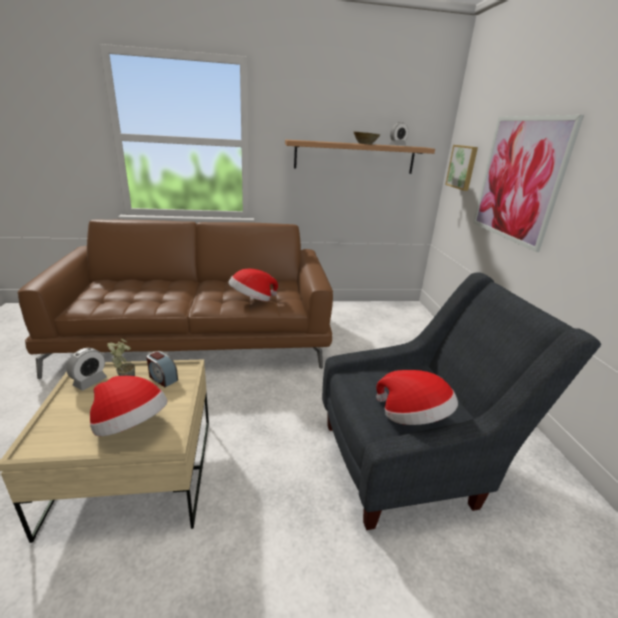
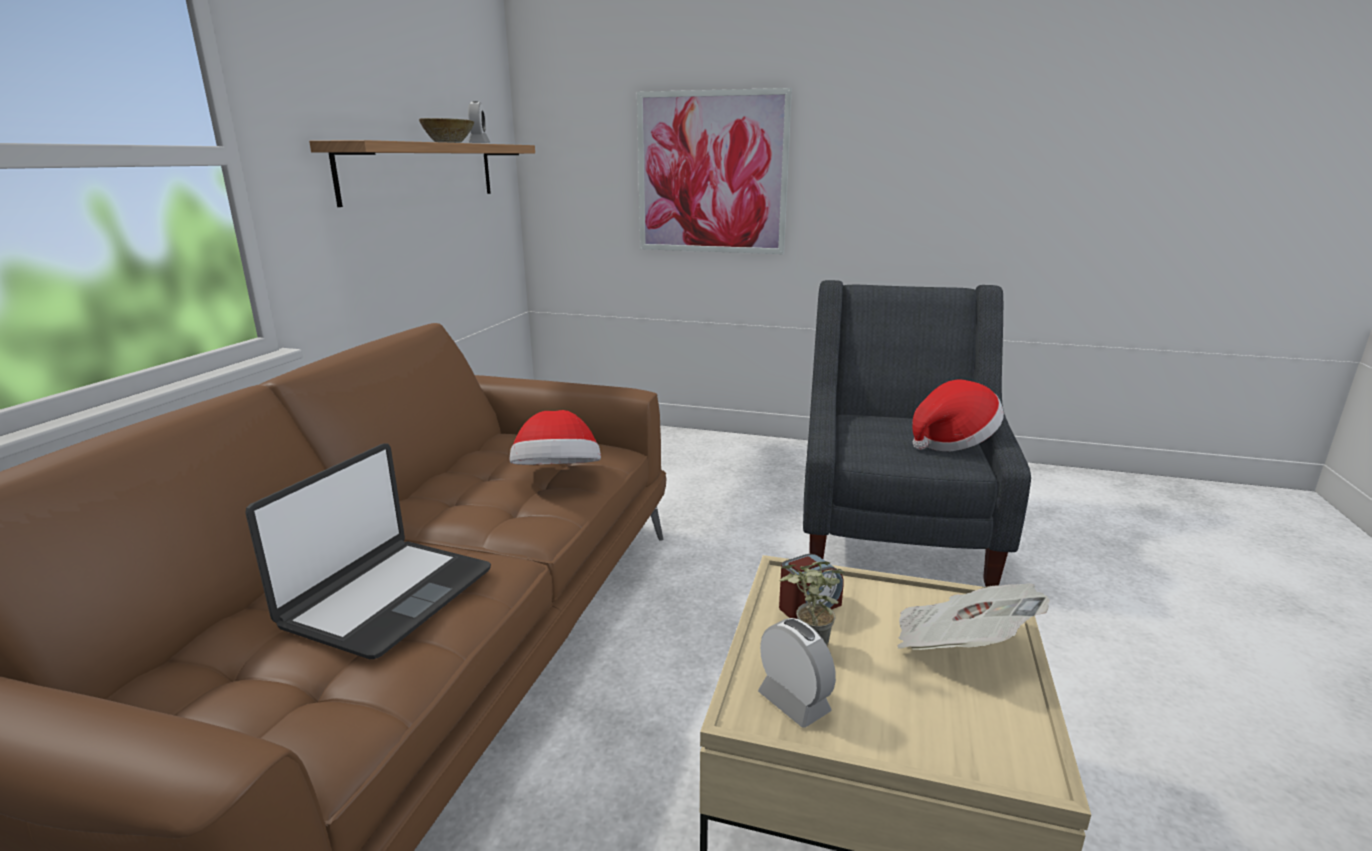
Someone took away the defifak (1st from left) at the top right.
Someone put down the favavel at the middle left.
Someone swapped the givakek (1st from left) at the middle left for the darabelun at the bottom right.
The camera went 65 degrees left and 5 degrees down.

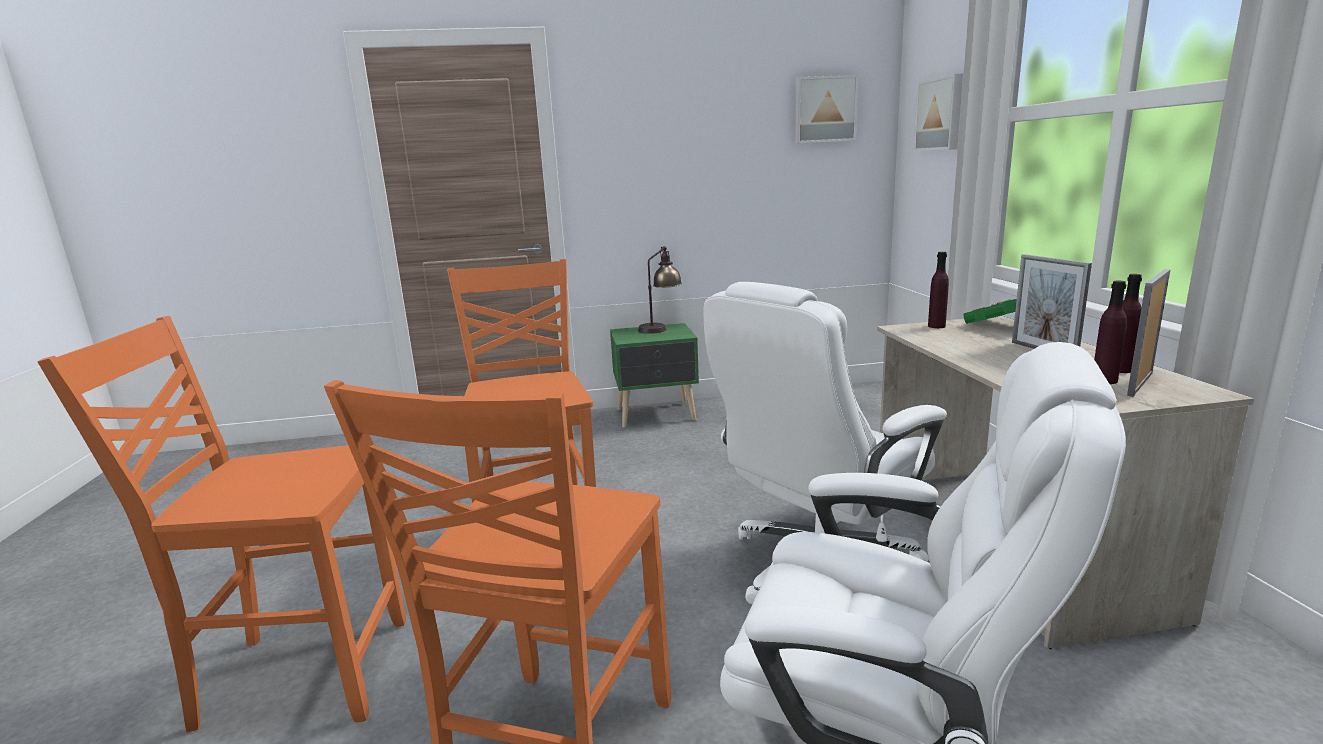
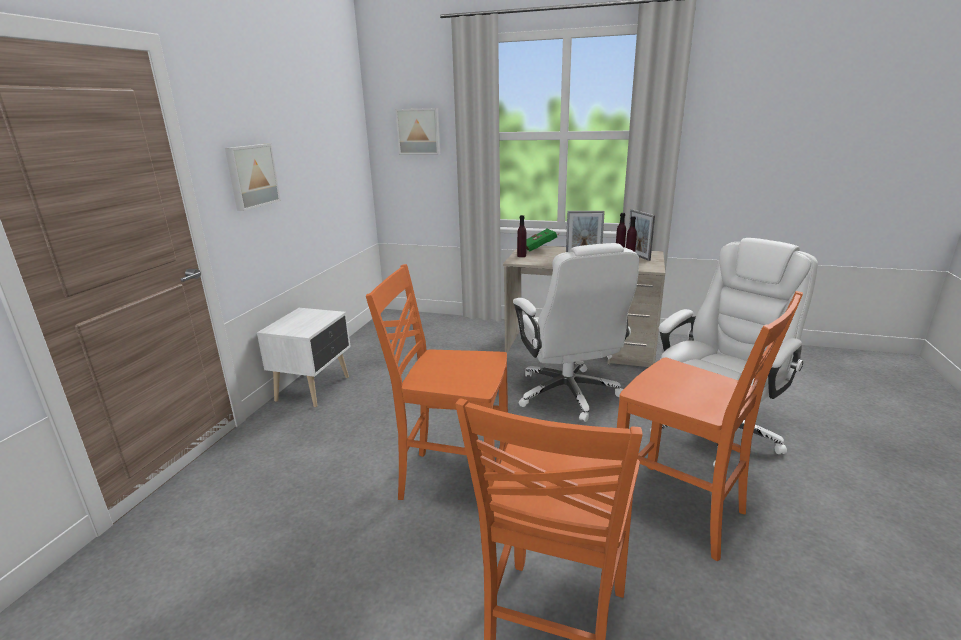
Someone took away the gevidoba at the centre.
Someone carried the defifak (1st from left) from the top centre to the top left.
Someone repainted the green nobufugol at the centre, which became the white nobufugol at the middle left.
The camera went 65 degrees left and 5 degrees up.

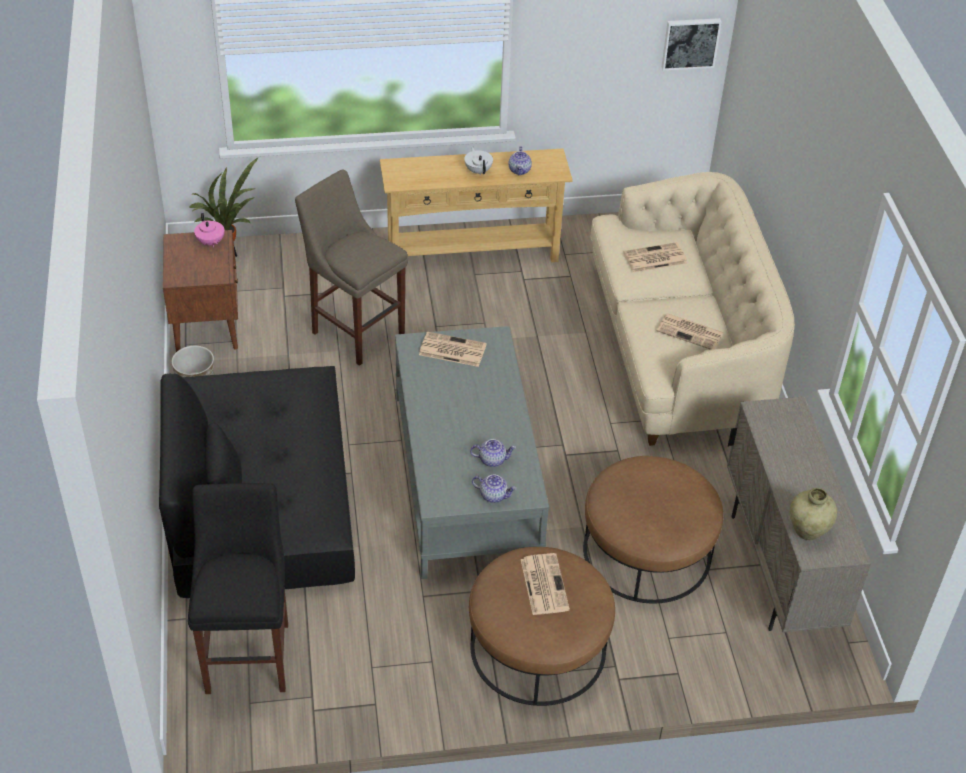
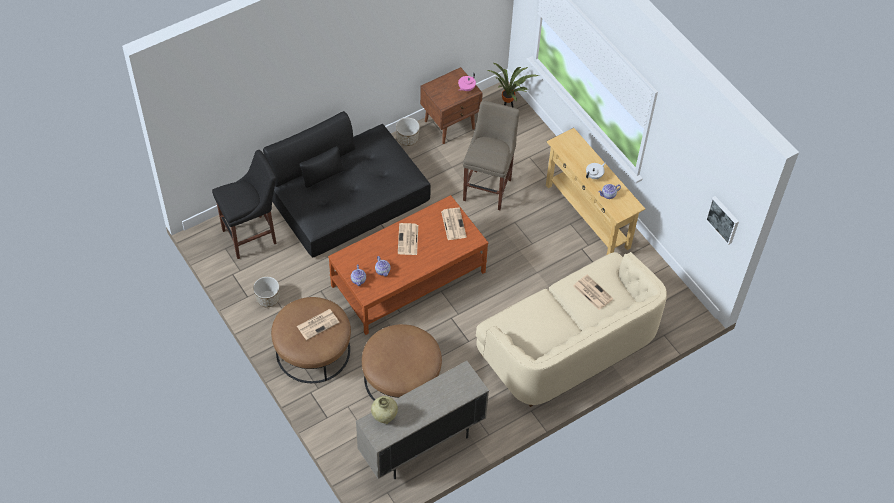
Someone put down the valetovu (1st from left) at the middle left.
Someone carried the darabelun (4th from left in the first image) from the middle right to the centre.
Someone repainted the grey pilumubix at the centre, which became the brown pilumubix at the centre.
The camera went 65 degrees right and 10 degrees up.

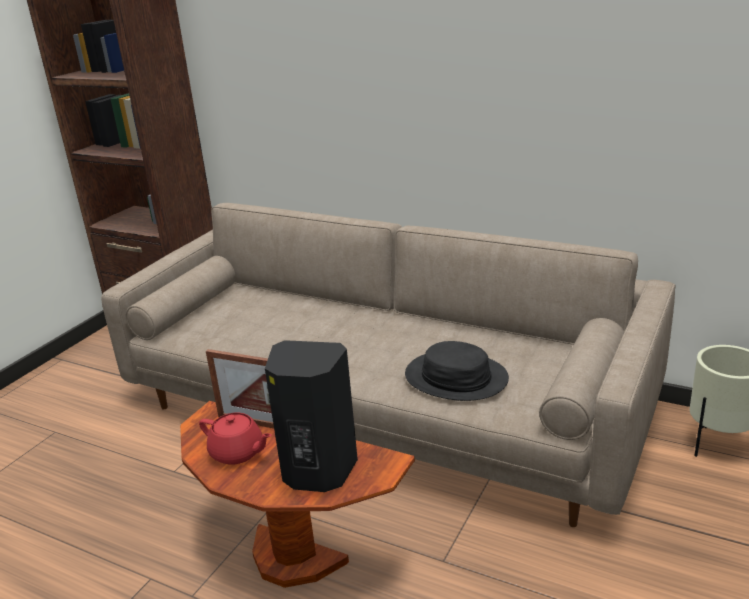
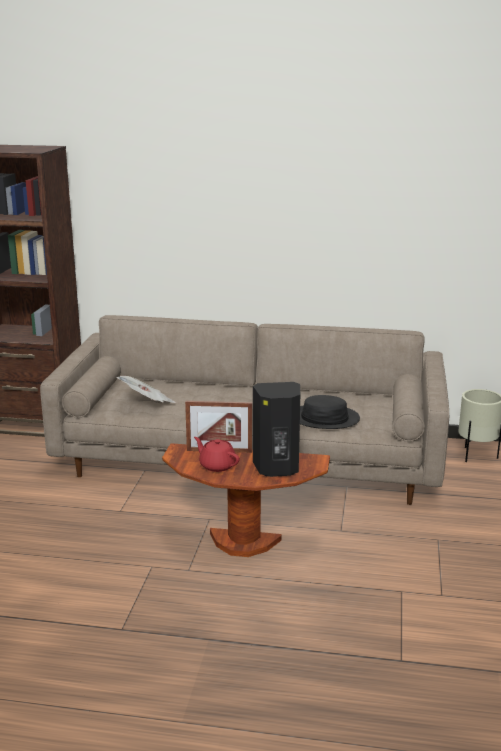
Someone put down the darabelun at the middle left.
Someone rotated the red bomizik at the bottom left by 150 degrees counterclockwise.
The camera went 20 degrees left and 5 degrees down.

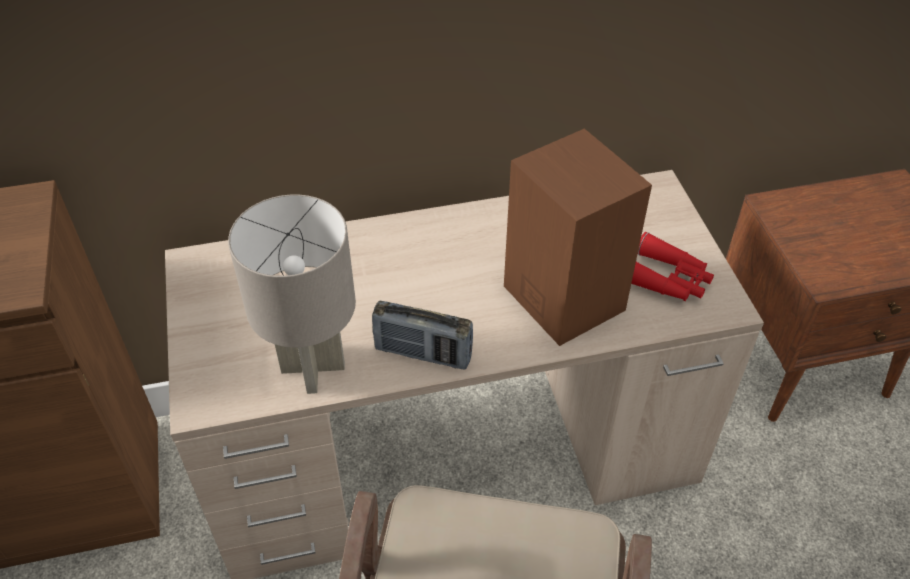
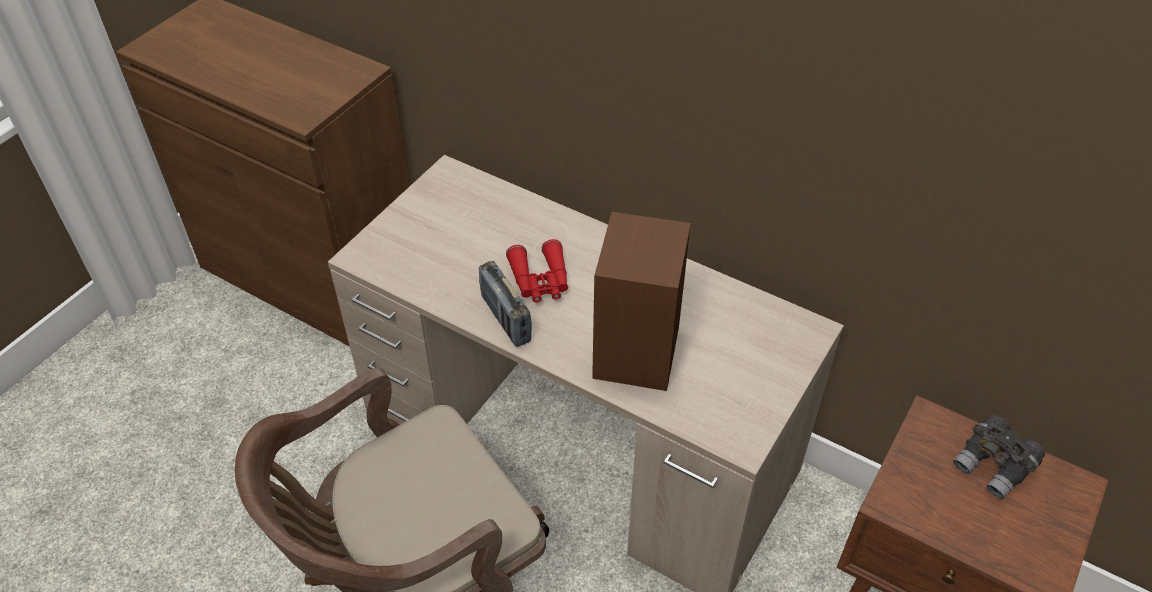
Someone took away the grey gevidoba at the middle left.
Someone put down the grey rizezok at the bottom right.
Someone carried the red rizezok from the middle right to the centre.
The camera went 45 degrees right and 0 degrees up.

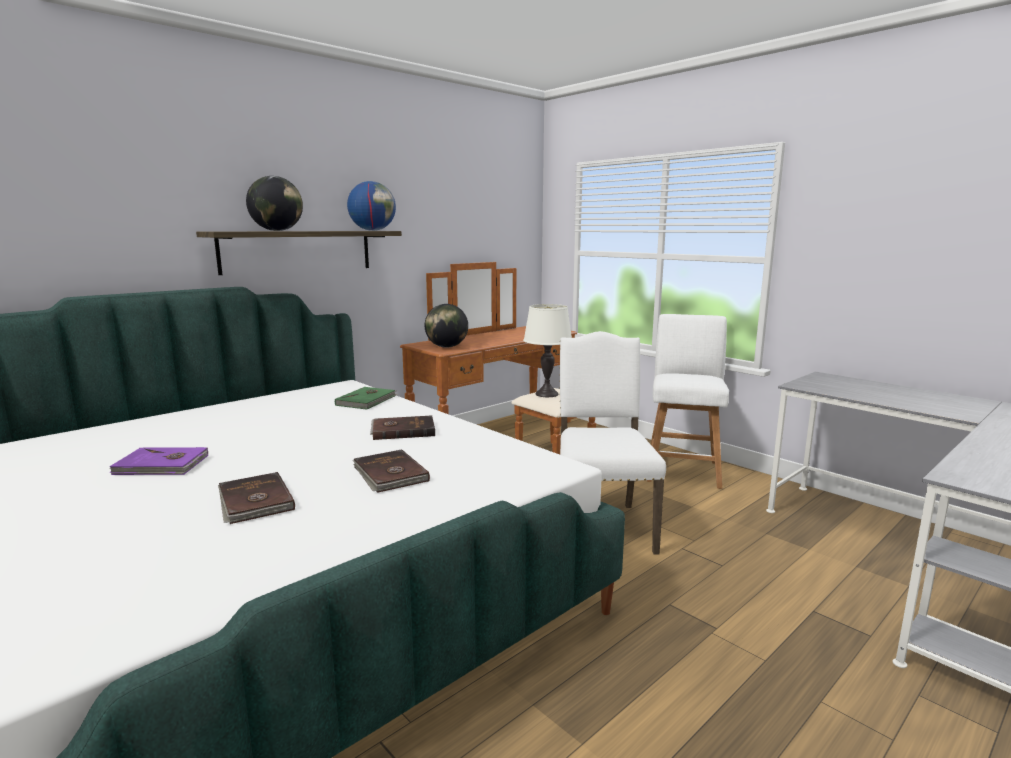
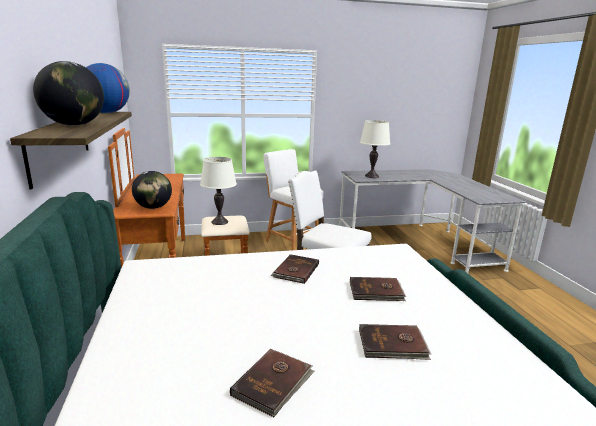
Someone took away the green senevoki at the centre.
Someone put down the white gevidoba (2nd from left) at the centre.
Someone repainted the purple senevoki at the middle left, which became the brown senevoki (1st from left) at the bottom centre.
The camera went 60 degrees left and 5 degrees up.

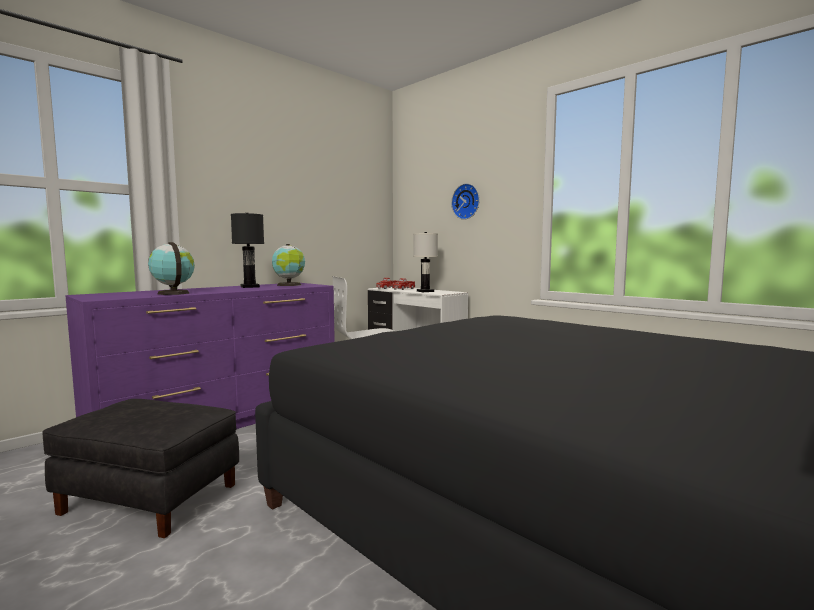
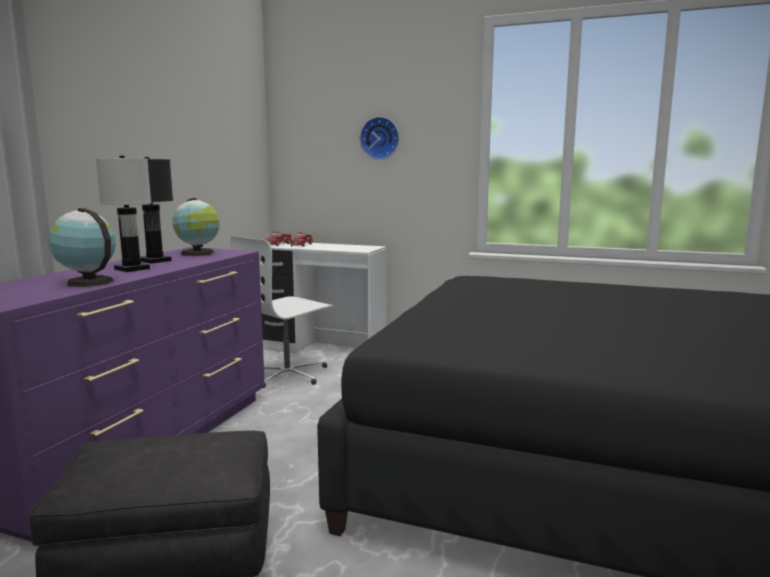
Someone carried the white gevidoba from the centre to the middle left.
The camera went 25 degrees left and 5 degrees up.

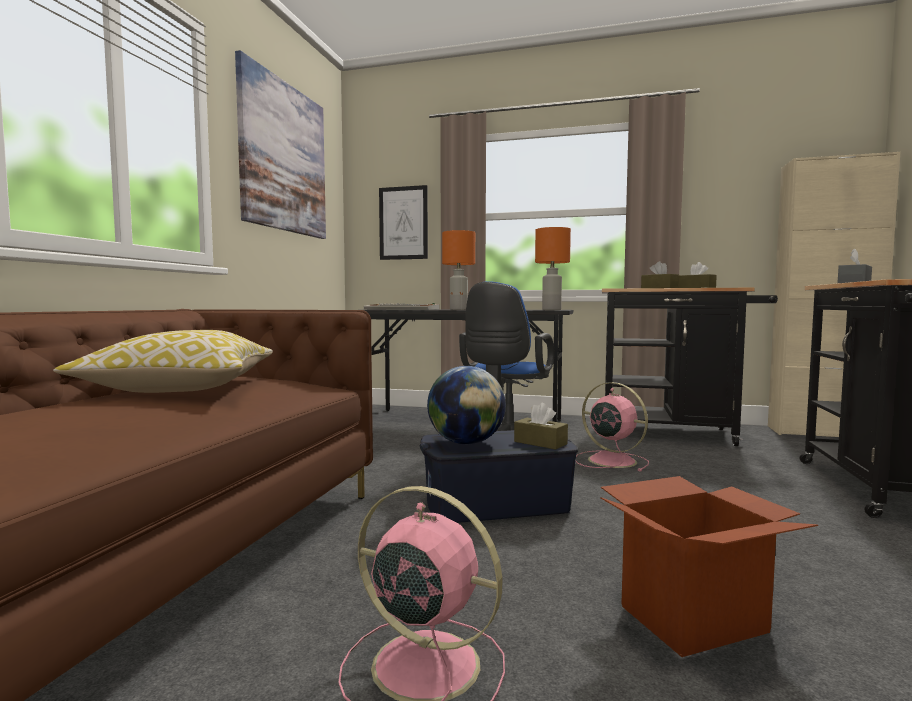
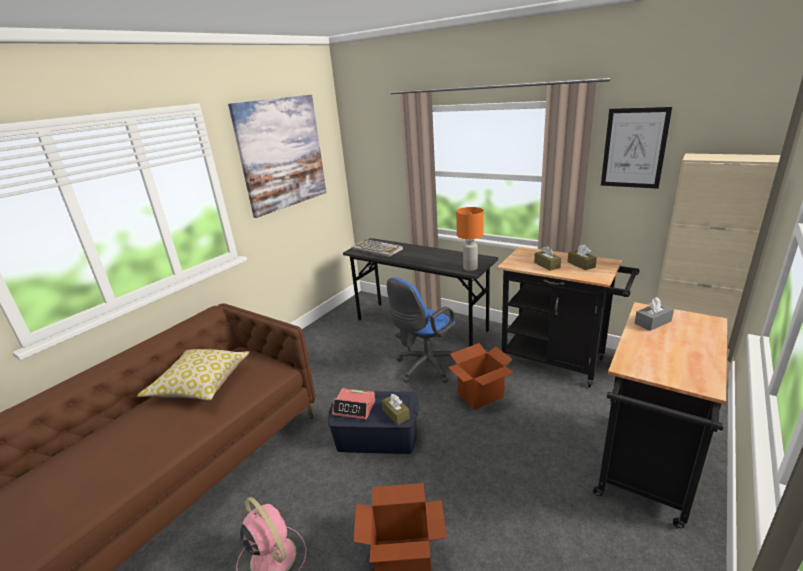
Someone took away the orange gevidoba (1st from left) at the centre.
Someone carried the defifak (2nd from left) from the top centre to the top right.
Someone swapped the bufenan at the centre for the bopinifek at the bottom centre.
Someone swapped the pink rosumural (2nd from left) at the middle right for the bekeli (2nd from left) at the centre.
The camera went 20 degrees right and 20 degrees up.

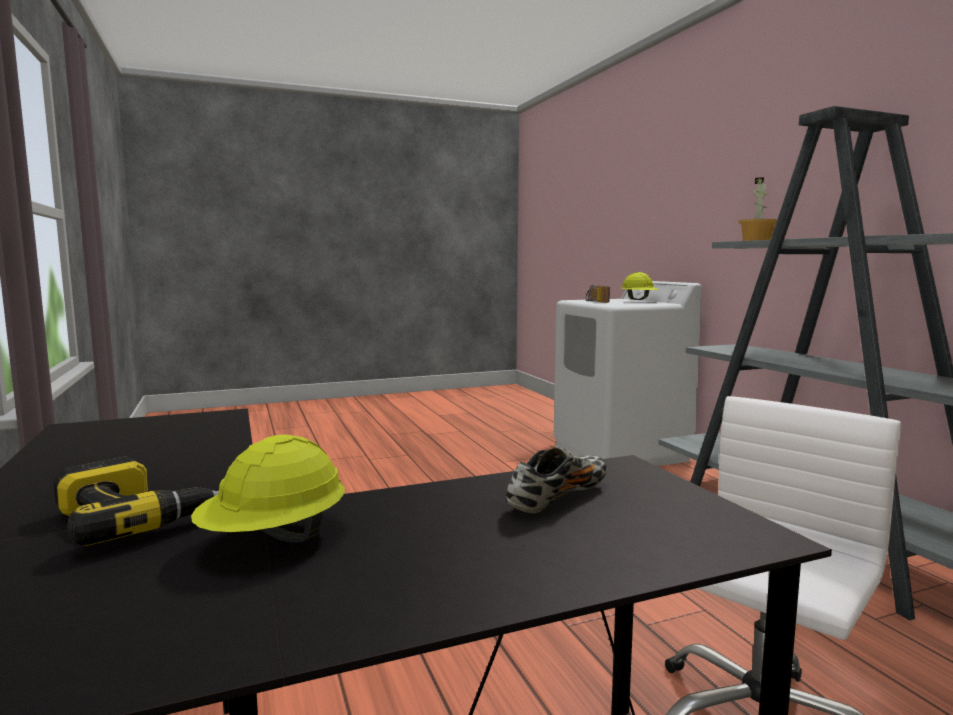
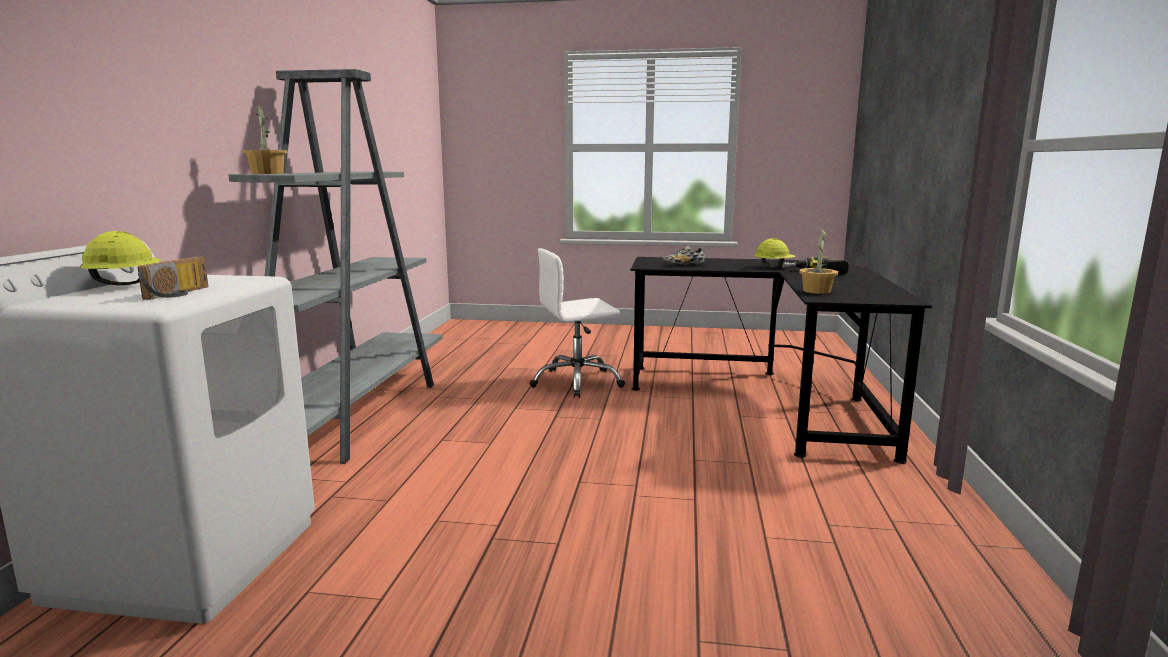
Someone put down the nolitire (2nd from left) at the middle right.
The camera went 150 degrees left and 5 degrees up.

